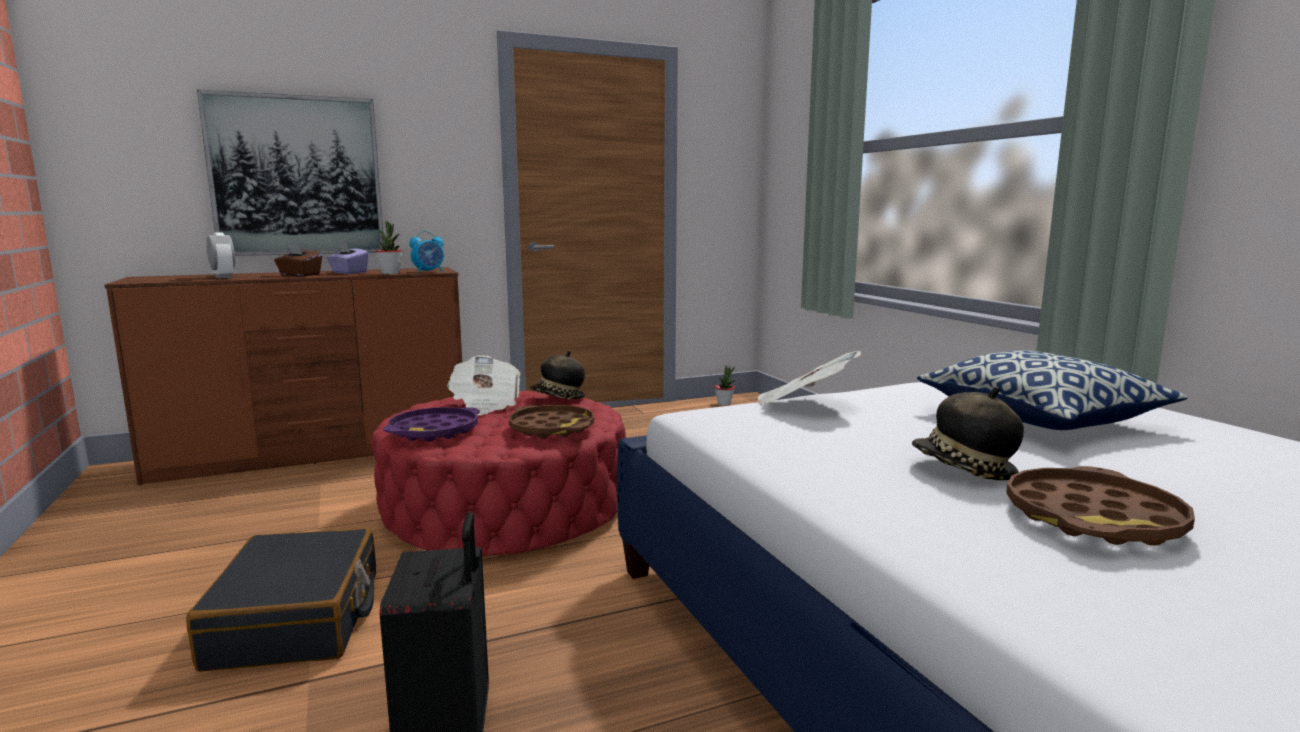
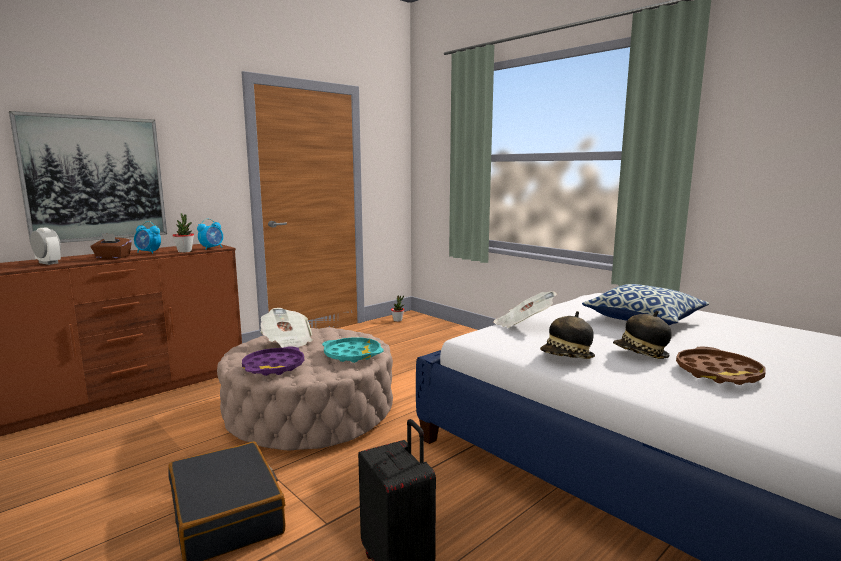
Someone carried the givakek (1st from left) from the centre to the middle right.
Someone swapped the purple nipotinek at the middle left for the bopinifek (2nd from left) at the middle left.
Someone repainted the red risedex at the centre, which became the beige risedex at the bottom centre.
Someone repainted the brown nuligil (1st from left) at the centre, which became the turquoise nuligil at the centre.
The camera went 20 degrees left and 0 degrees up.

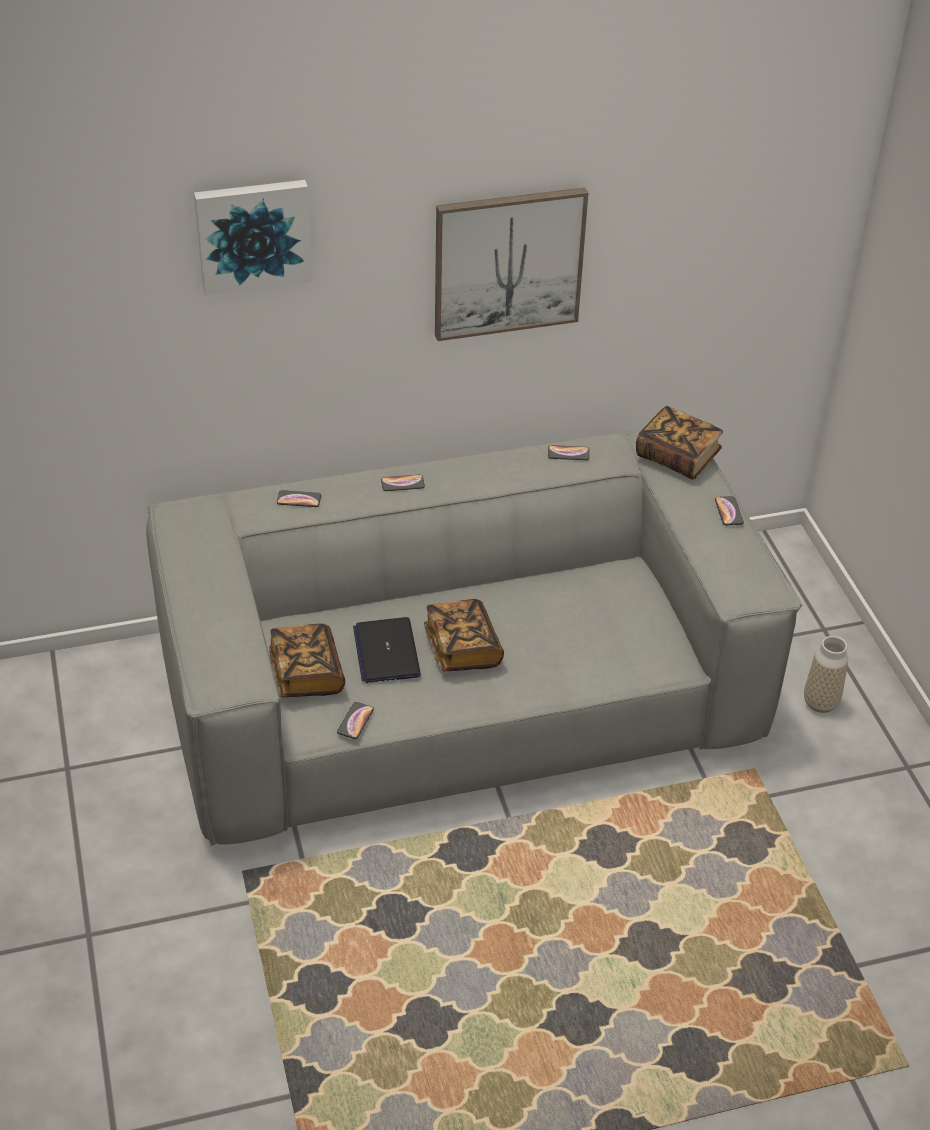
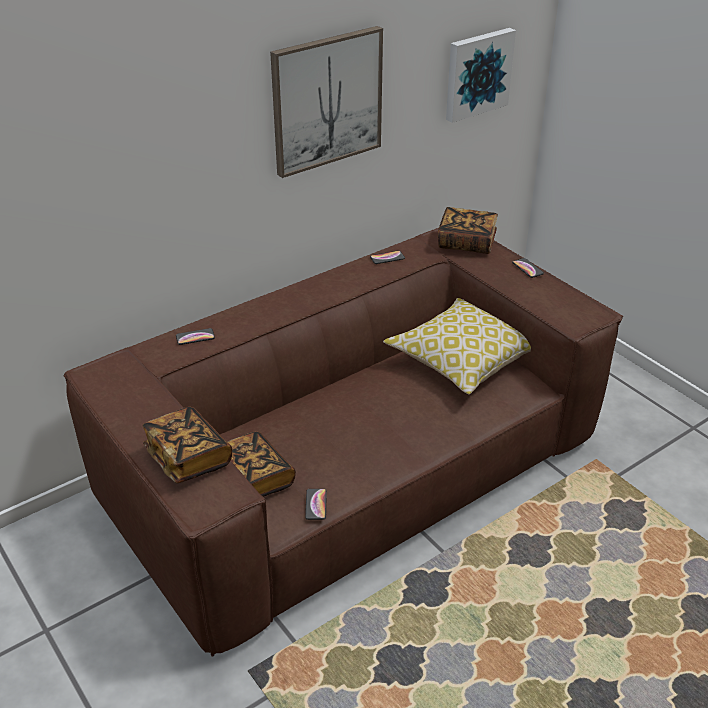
Someone took away the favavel at the centre.
Someone took away the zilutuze (3rd from left) at the centre.
Someone took away the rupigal at the middle right.
Someone put down the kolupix at the centre.
Someone carried the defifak (1st from left in the first image) from the top left to the top right.
Someone carried the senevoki (2nd from left in the first image) from the centre to the middle left.
Someone repainted the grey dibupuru at the centre, which became the brown dibupuru at the centre.
The camera went 20 degrees left and 5 degrees down.

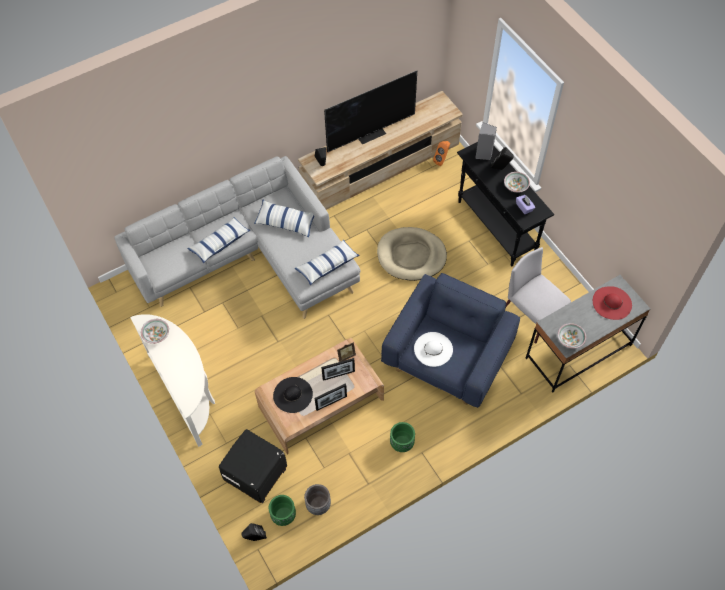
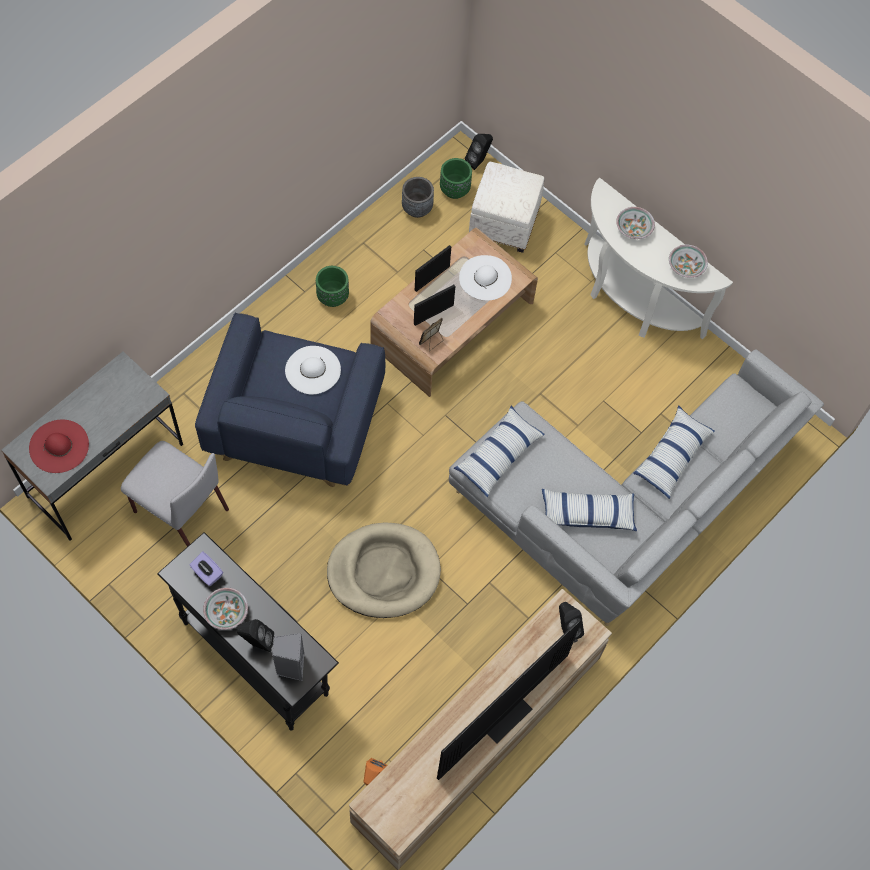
Someone carried the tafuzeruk (3rd from left in the first image) from the middle right to the top right.
Someone repainted the black risedex at the bottom centre, which became the white risedex at the top centre.
Someone repainted the black givakek at the bottom centre, which became the white givakek (2nd from left) at the top centre.
The camera went 160 degrees right and 5 degrees up.

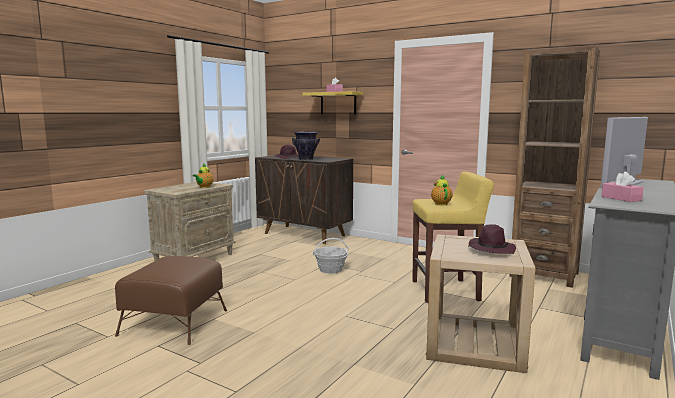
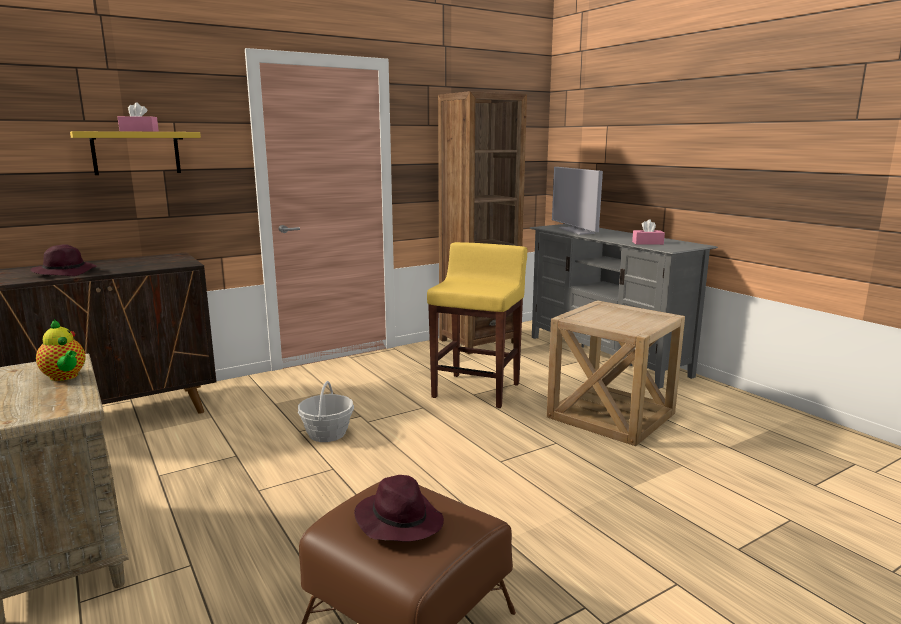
Someone took away the rupigal at the centre.
Someone took away the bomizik (2nd from left) at the centre.
Someone carried the purple givakek (2nd from left) from the middle right to the bottom centre.
The camera went 65 degrees left and 5 degrees up.

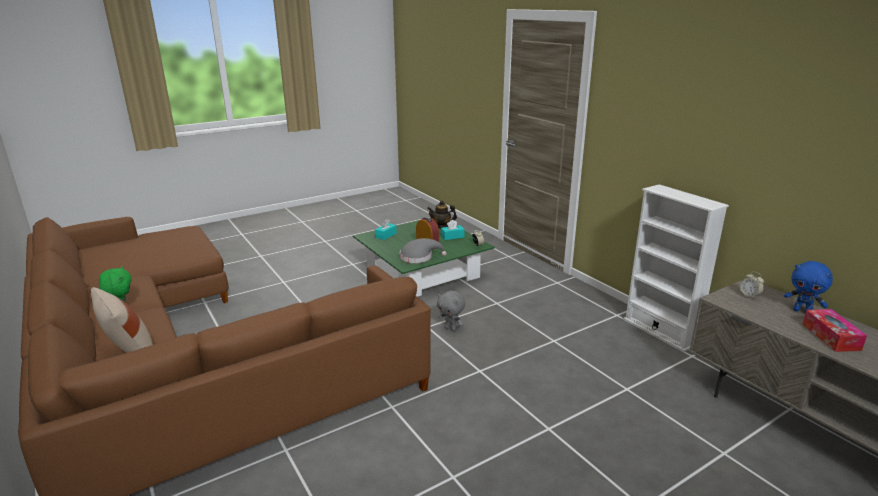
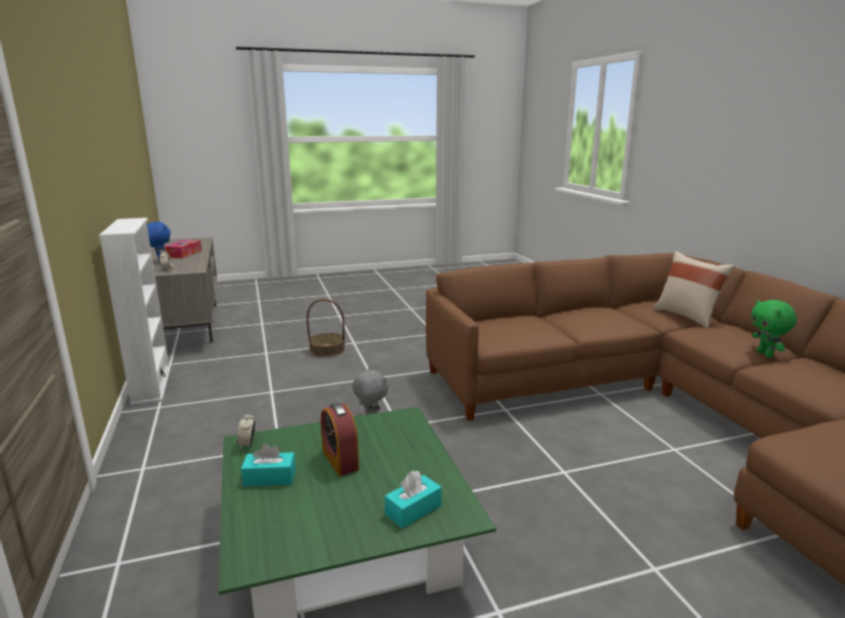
Someone took away the grey givakek at the centre.
Someone took away the bomizik at the centre.
Someone put down the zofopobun at the centre.
The camera went 165 degrees left and 5 degrees down.

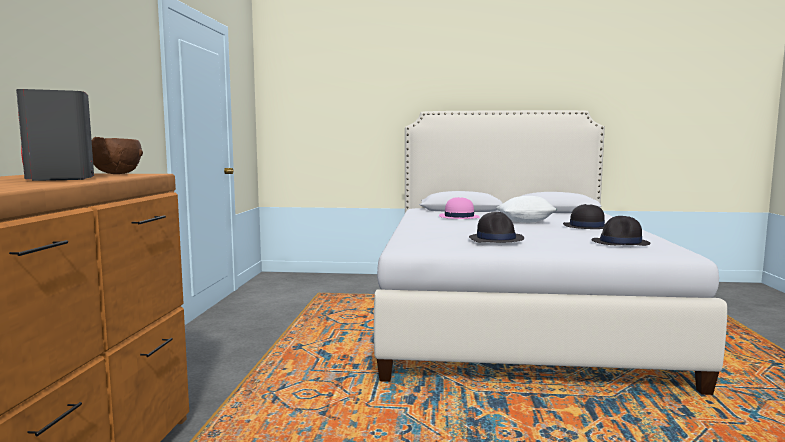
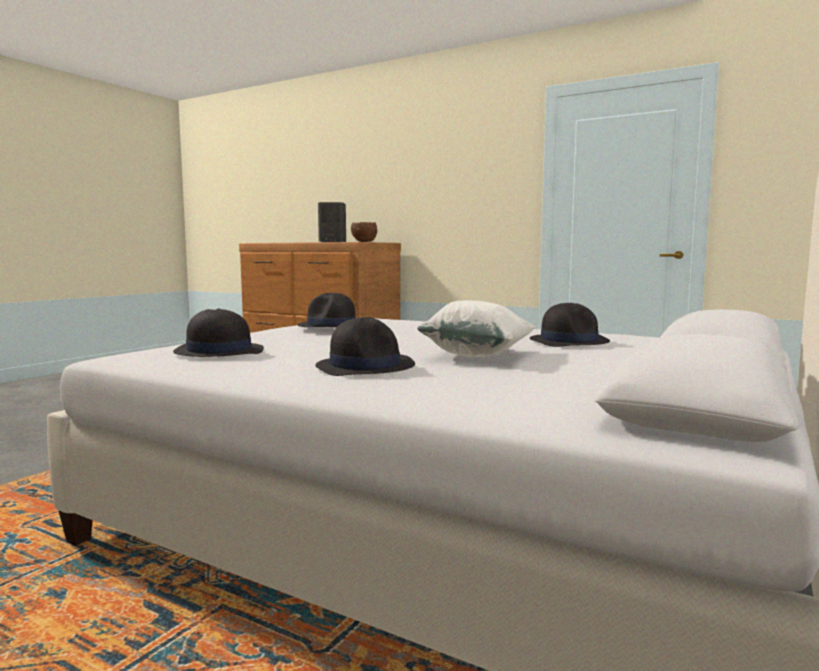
Someone repainted the pink givakek at the centre, which became the black givakek (4th from left) at the middle right.
The camera went 115 degrees right and 0 degrees up.

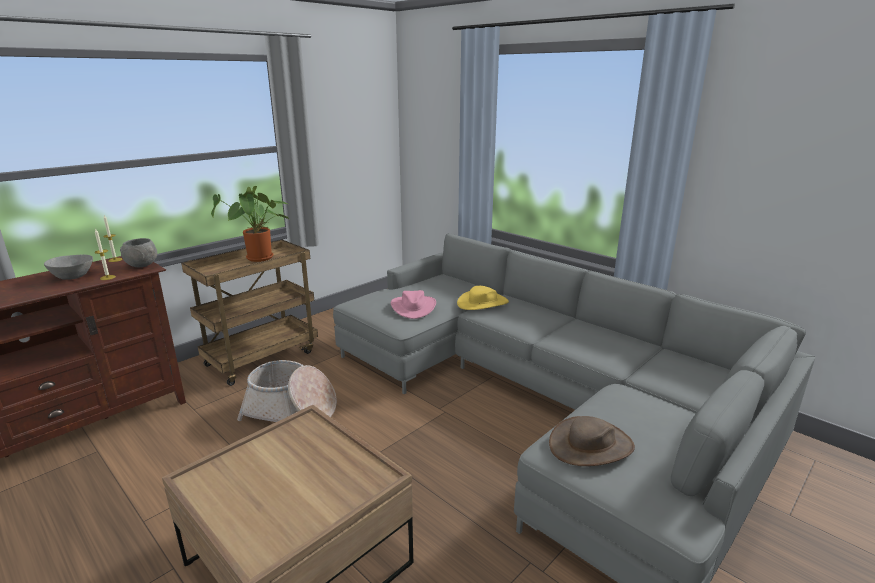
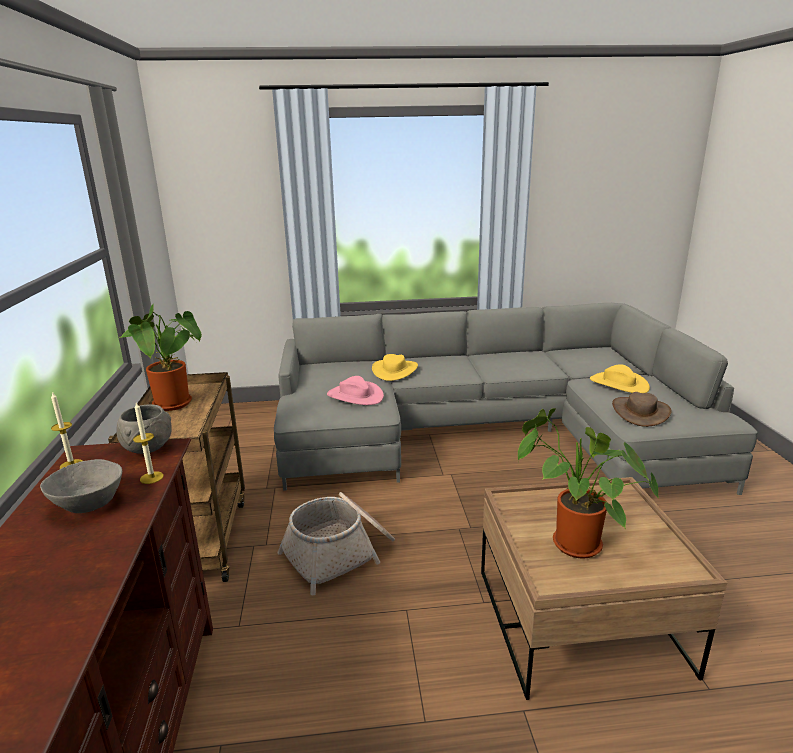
Someone put down the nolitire (2nd from left) at the middle right.
Someone put down the yellow givakek (2nd from left) at the middle right.
The camera went 50 degrees left and 0 degrees up.

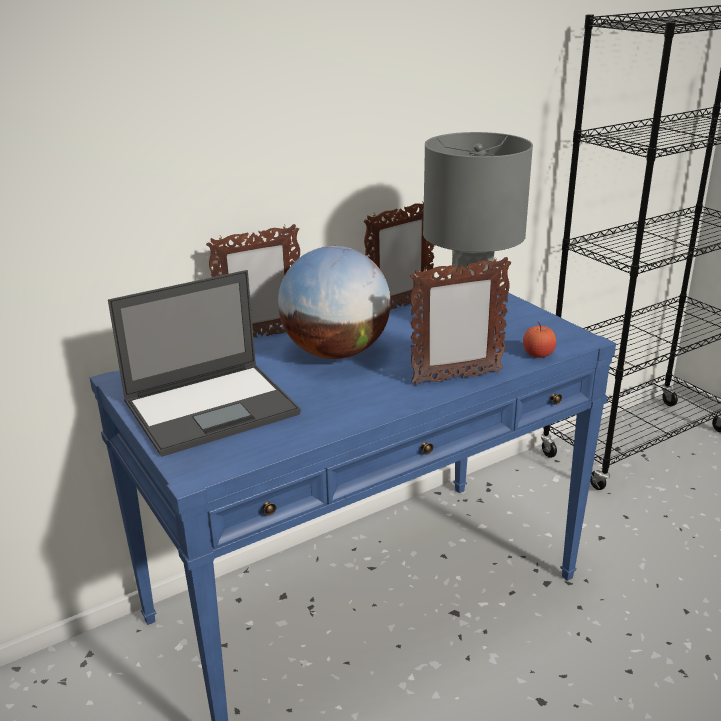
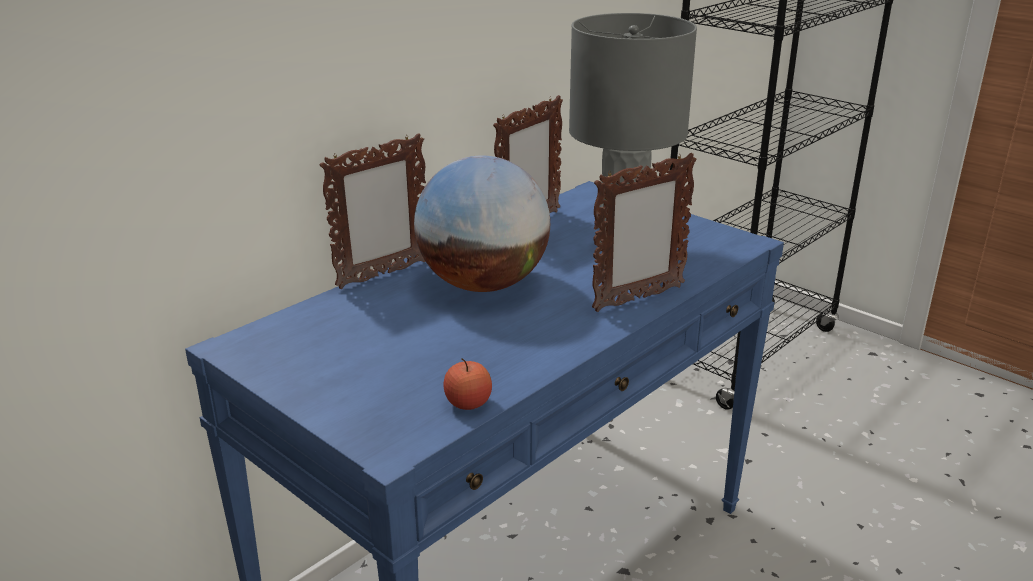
Someone took away the favavel at the middle left.
Someone carried the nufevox from the middle right to the centre.
The camera went 15 degrees left and 0 degrees up.

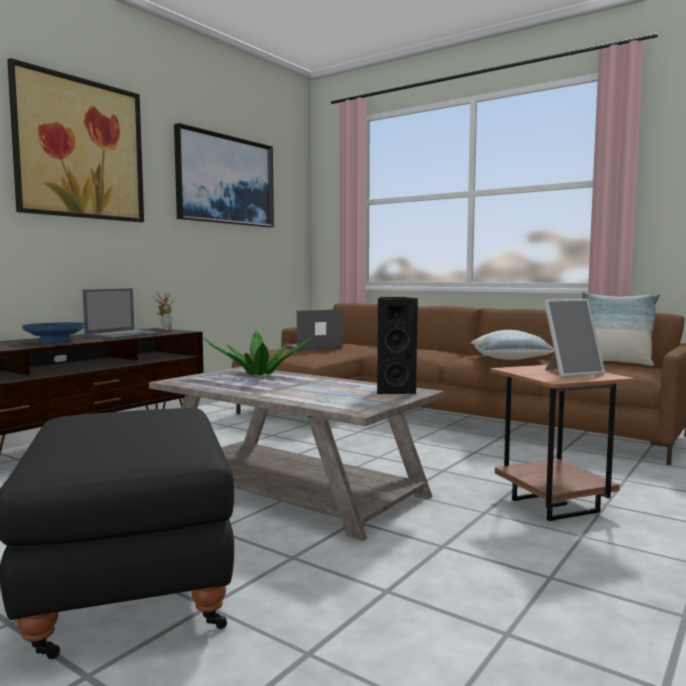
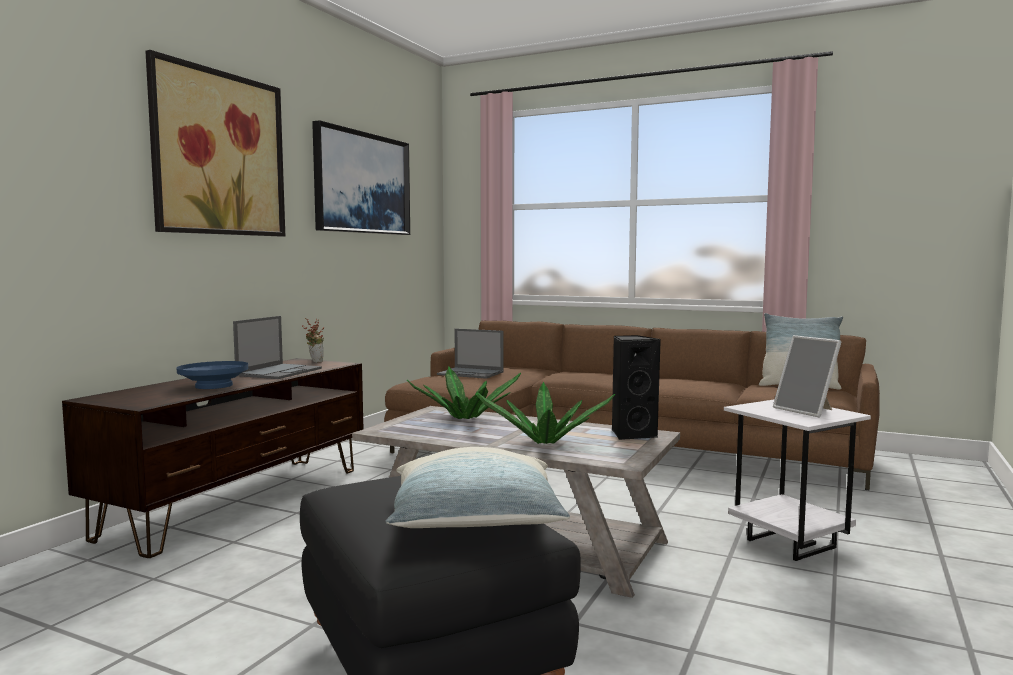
Someone put down the nolitire (3rd from left) at the centre.
Someone carried the kolupix (1st from left) from the middle right to the bottom centre.
Someone repainted the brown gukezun at the middle right, which became the white gukezun at the bottom right.
Someone rotated the favavel (2nd from left) at the centre by 120 degrees counterclockwise.
Someone rotated the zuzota at the middle right by 90 degrees clockwise.
The camera went 10 degrees left and 0 degrees up.

